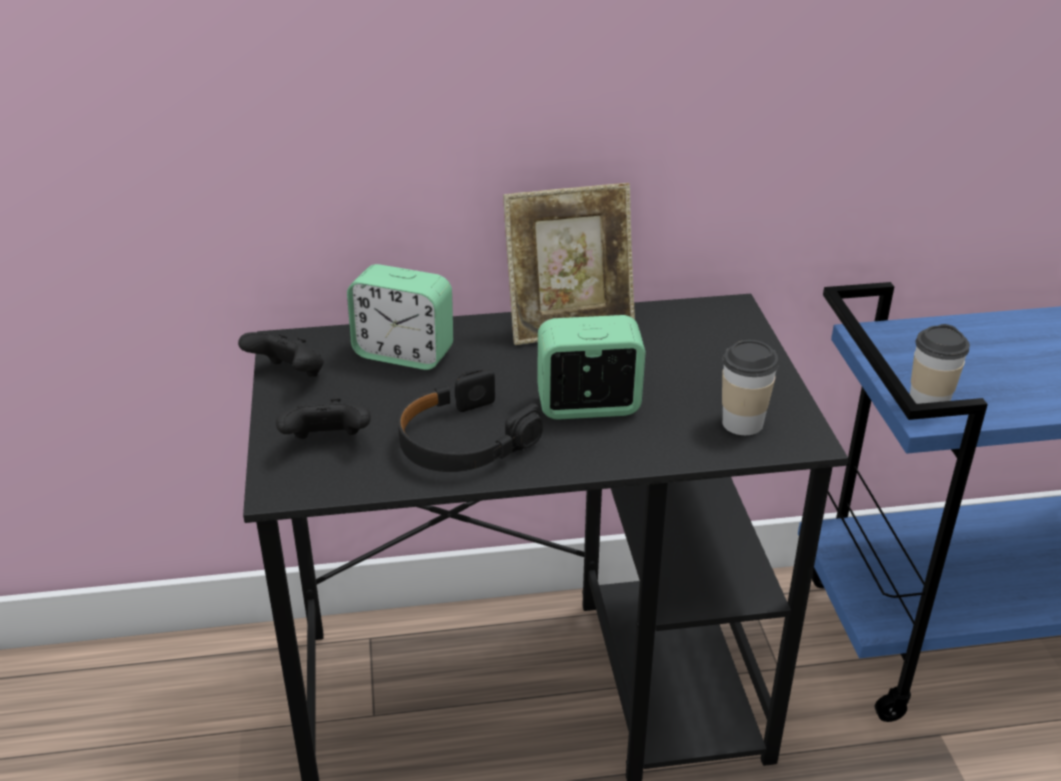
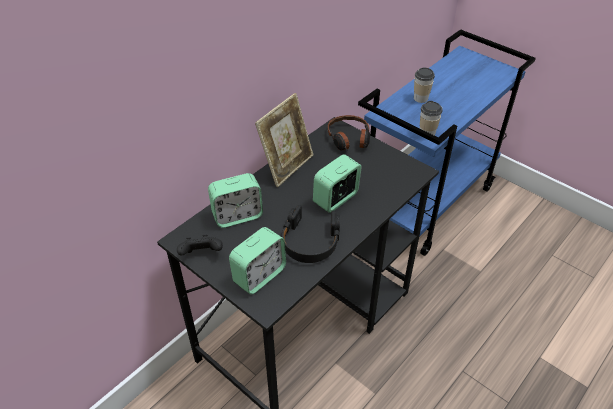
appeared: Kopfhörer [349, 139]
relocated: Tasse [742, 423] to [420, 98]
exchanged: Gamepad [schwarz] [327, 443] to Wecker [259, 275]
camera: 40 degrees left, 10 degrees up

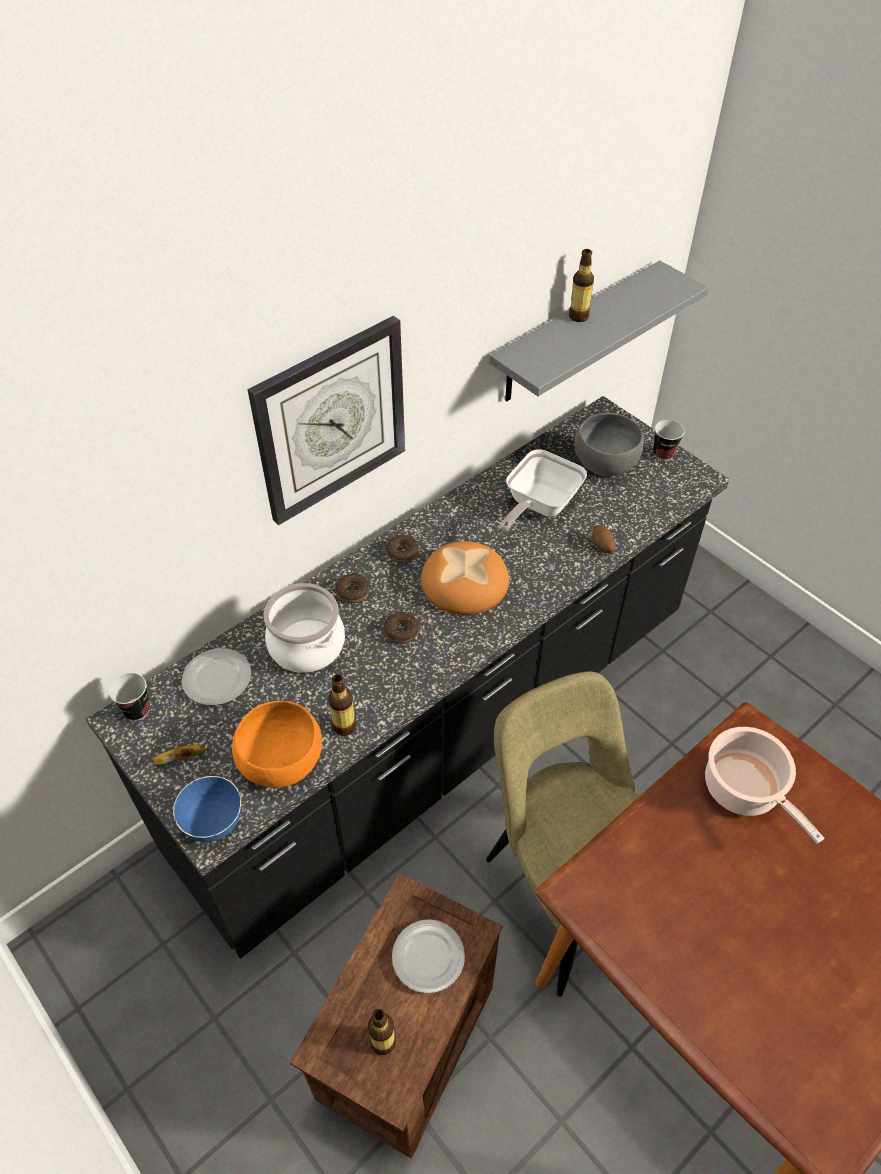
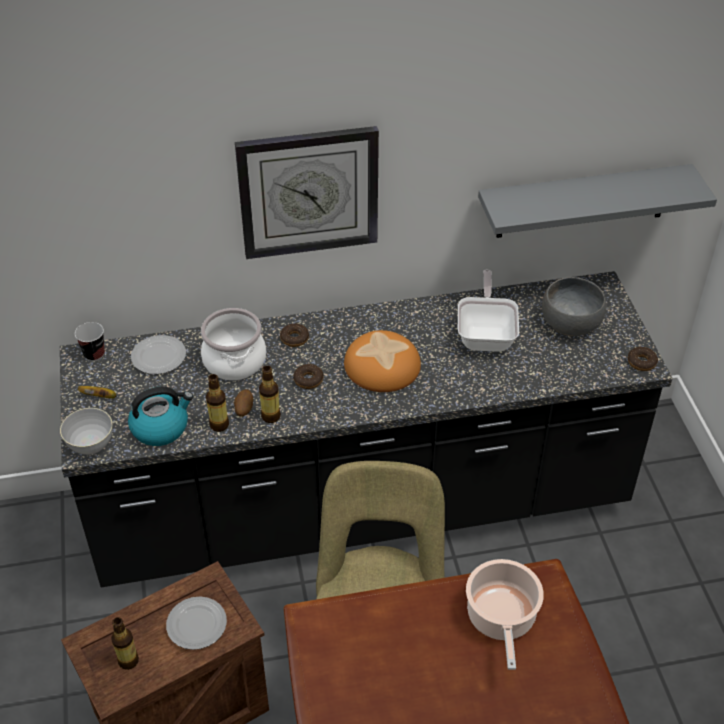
missing: Tasse [663, 454]
relocated: Flasche [578, 316] to [271, 416]; Kartoffel [602, 546] to [244, 409]; Donut [402, 552] to [641, 362]
exchanged: Schüssel [orange] [281, 761] to Wasserkessel [161, 427]
colour: Schüssel [blau] [214, 823] to Schüssel [grau] [91, 445]
spun: Pfanne [538, 506] = [486, 334] 120 degrees clockwise
camera: 30 degrees right, 5 degrees down

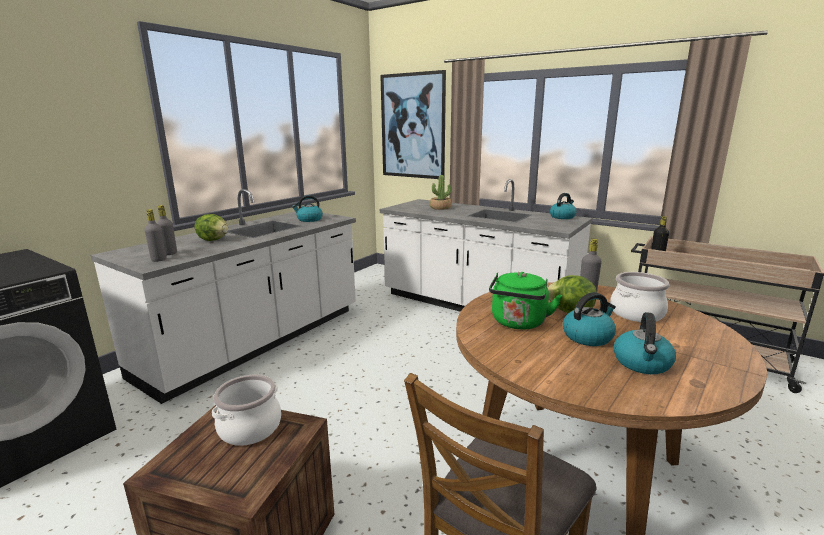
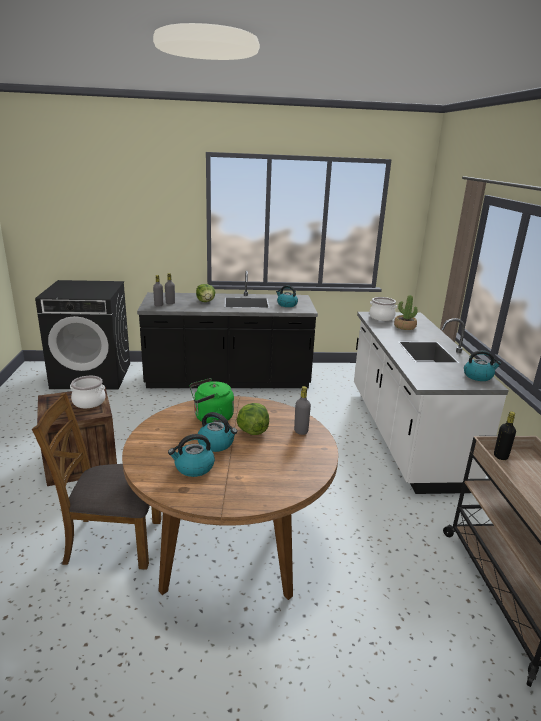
missing: Bild [412, 126]
relocated: Kochtopf [637, 314] to [381, 317]
colour: Küchenzeile [weiß] [257, 341] to Küchenzeile [schwarz] [228, 380]
camera: 50 degrees right, 5 degrees up

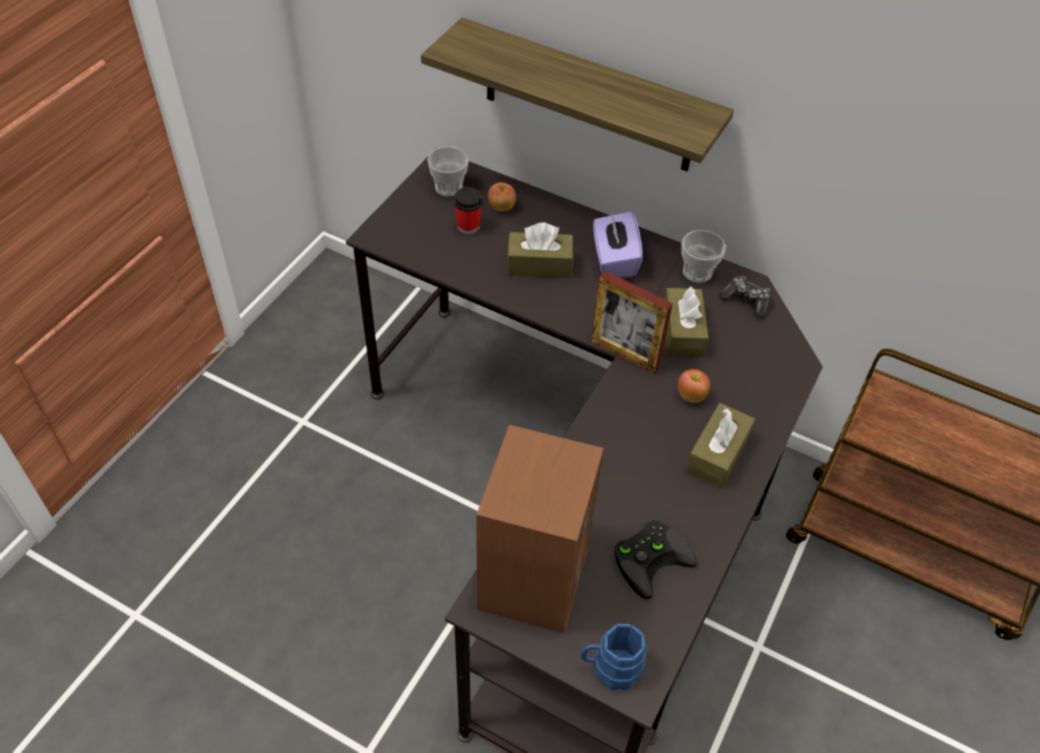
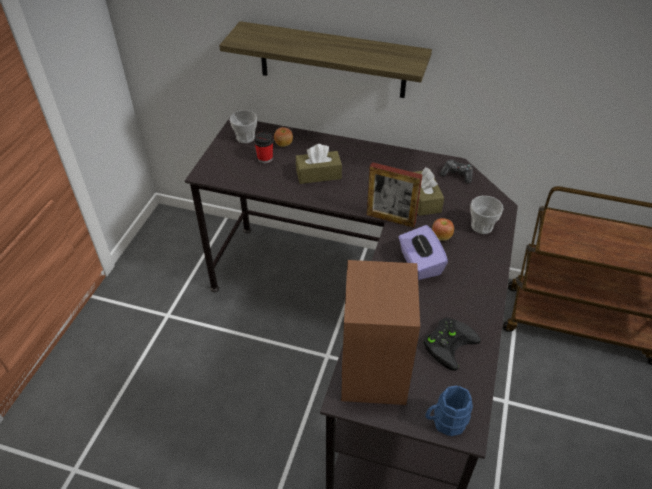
missing: Taschentuchbox [braun] [717, 454]
relocated: Taschentuchbox [lila] [614, 260] to [419, 264]; Tasse [697, 272] to [482, 226]
camera: 10 degrees left, 5 degrees down

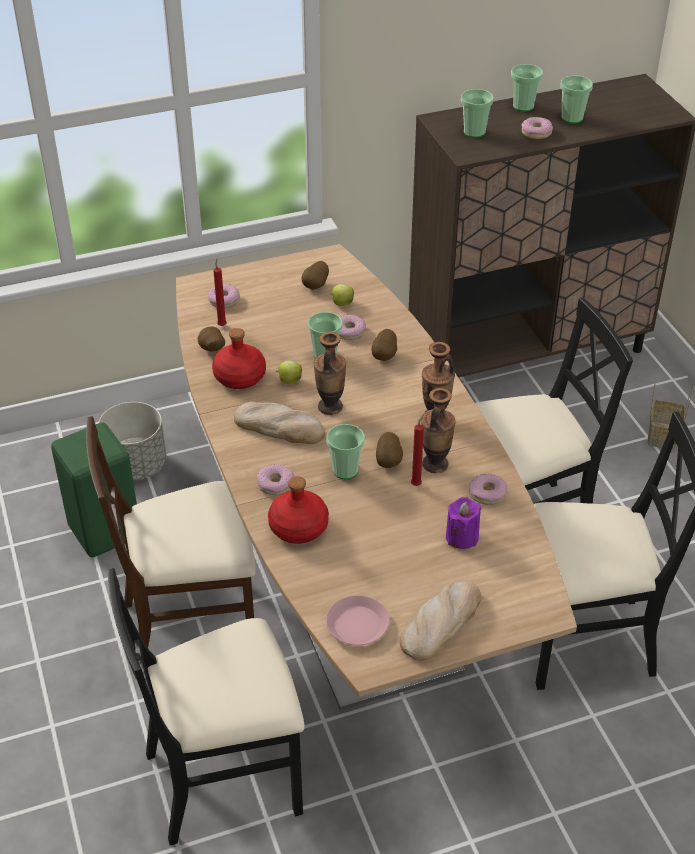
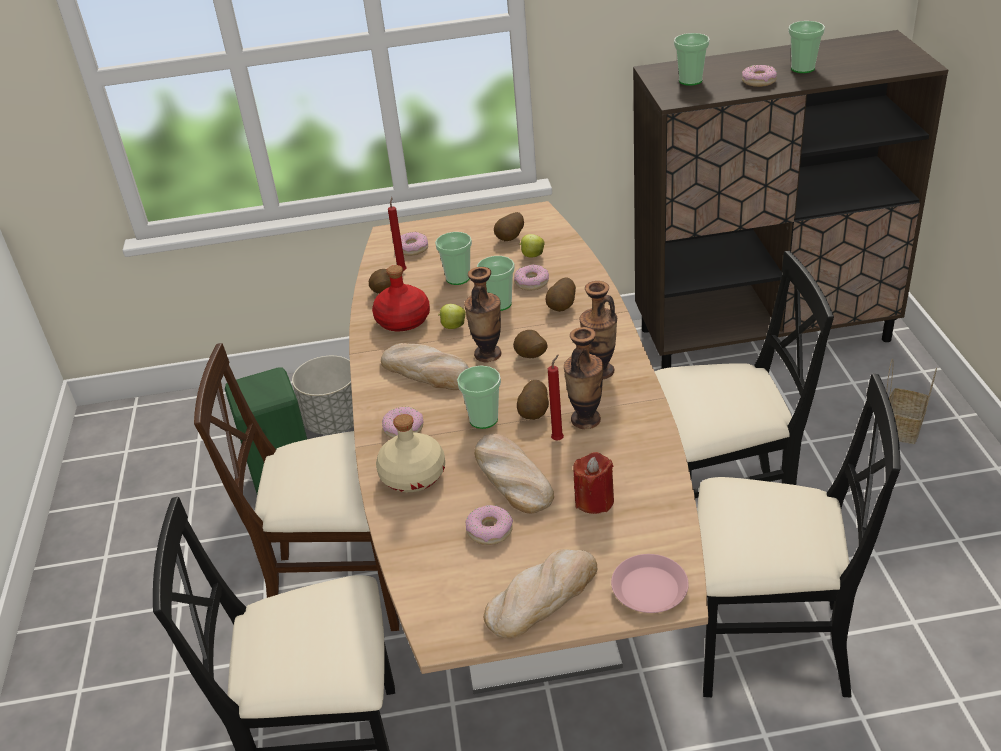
appeared: Kartoffel [530, 357]; Brot [511, 477]
relocated: Tasse [523, 106] to [458, 278]; Donut [487, 493] to [489, 530]; Teller [rosa] [357, 624] to [649, 588]
colour: Flasche [rot] [299, 527] to Flasche [beige] [414, 475]; Kerze [lila] [462, 537] to Kerze [rot] [594, 500]
camera: 15 degrees right, 5 degrees down

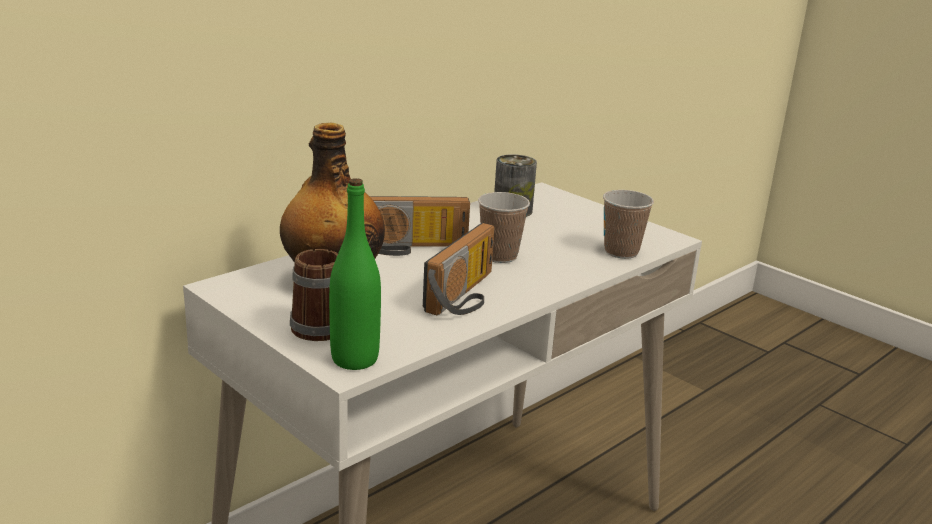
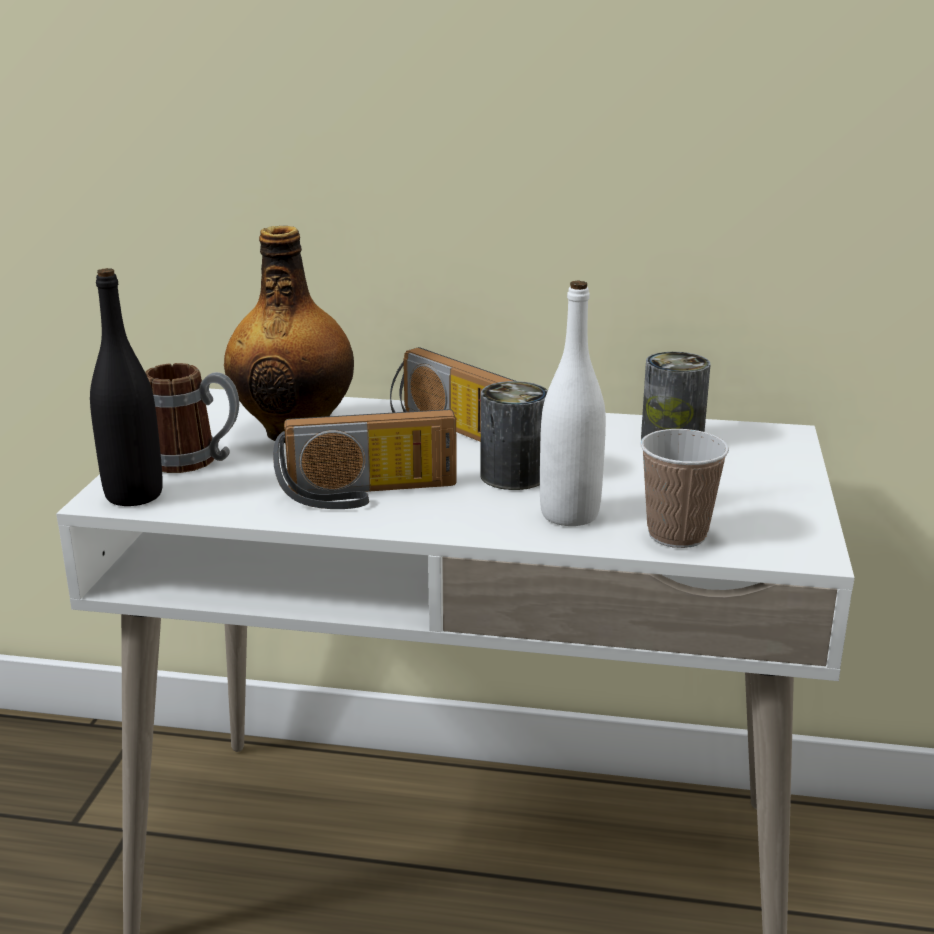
appeared: Flasche [weiß] [569, 514]
exchanged: Tasse [499, 256] to Dose [513, 475]
colour: Flasche [grün] [354, 359] to Flasche [schwarz] [134, 495]
camera: 55 degrees right, 0 degrees up

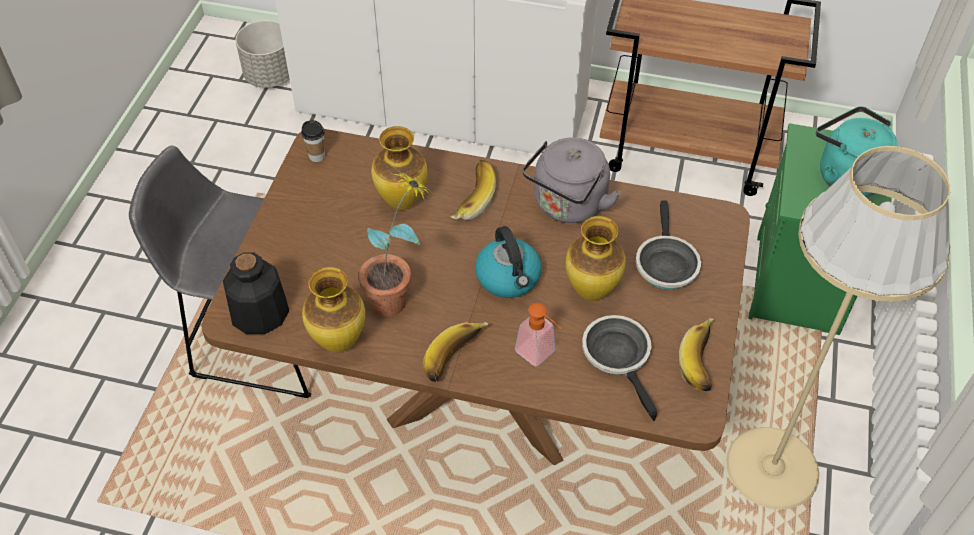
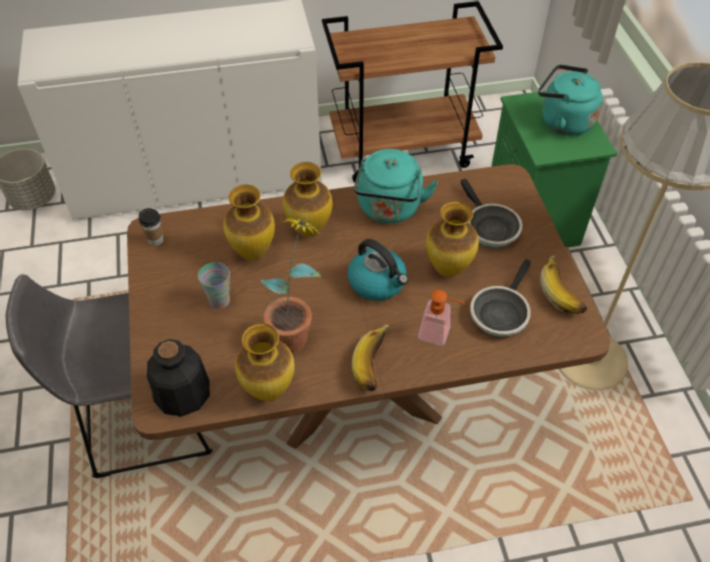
appeared: Tasse [219, 301]
exchanged: Banane [470, 198] to Vase [308, 230]
colour: Wasserkessel [grau] [567, 206] to Wasserkessel [türkis] [389, 209]
spun: Pfanne [619, 357] = [500, 312] 105 degrees counterclockwise
camera: 25 degrees left, 0 degrees up

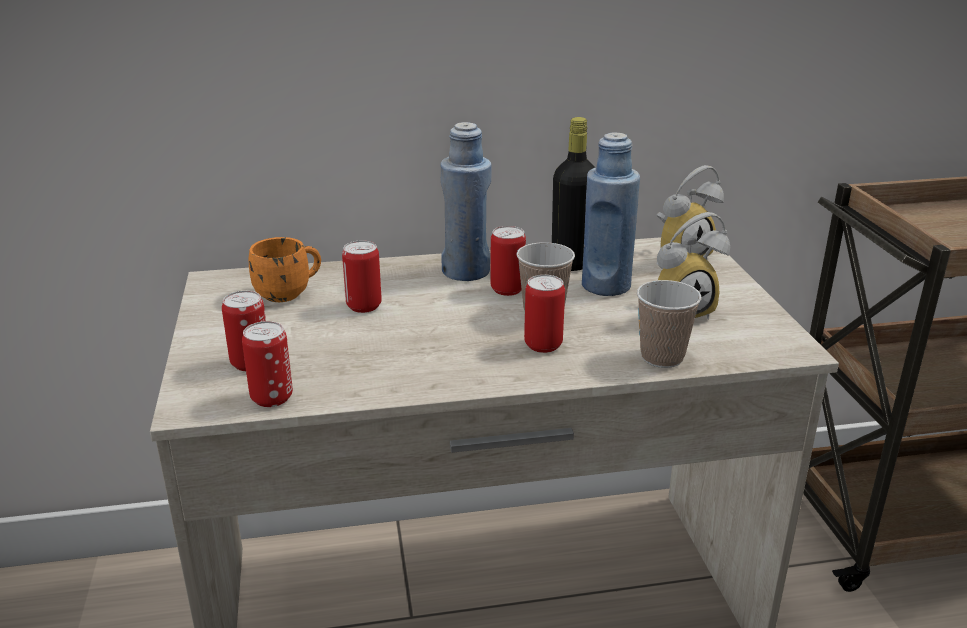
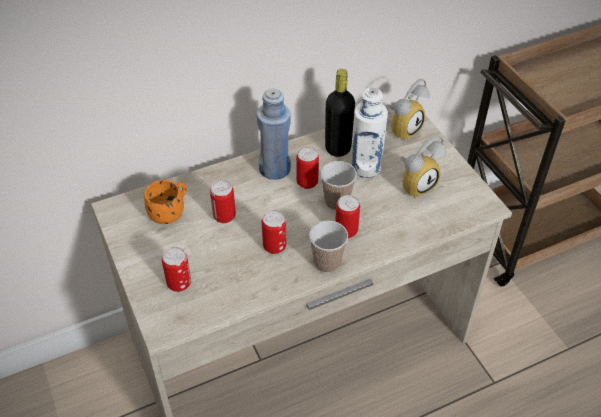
relocated: Tasse [662, 357] to [327, 263]; Dose [272, 398] to [274, 246]
colour: Flasche [blau] [606, 286] to Flasche [weiß] [366, 167]
camera: 15 degrees left, 20 degrees up

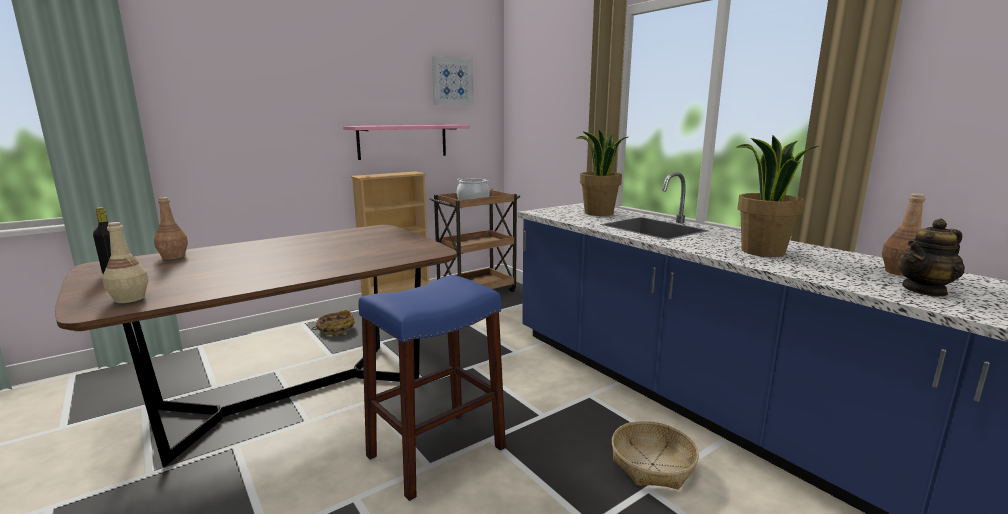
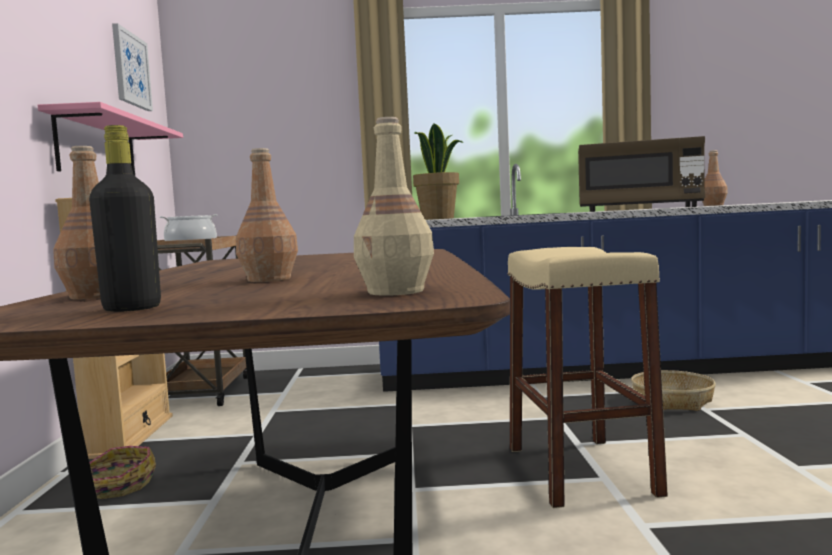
missing: Teekanne [924, 290]
appeared: Flasche [braun] [269, 279]
exchanged: Topfpflanze [762, 252] to Mikrowelle [braun] [638, 209]
colour: Hocker [blau] [436, 452] to Hocker [beige] [580, 471]
camera: 55 degrees left, 10 degrees down

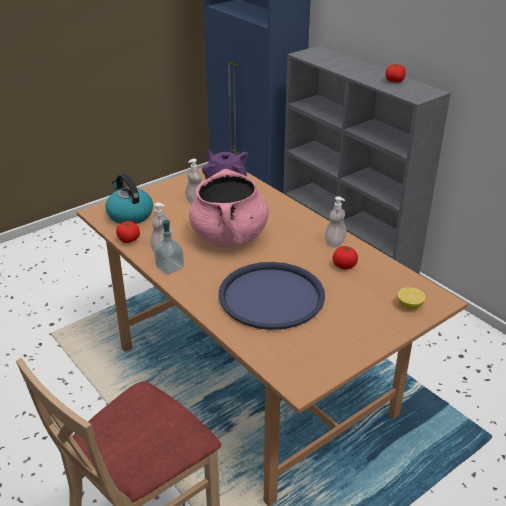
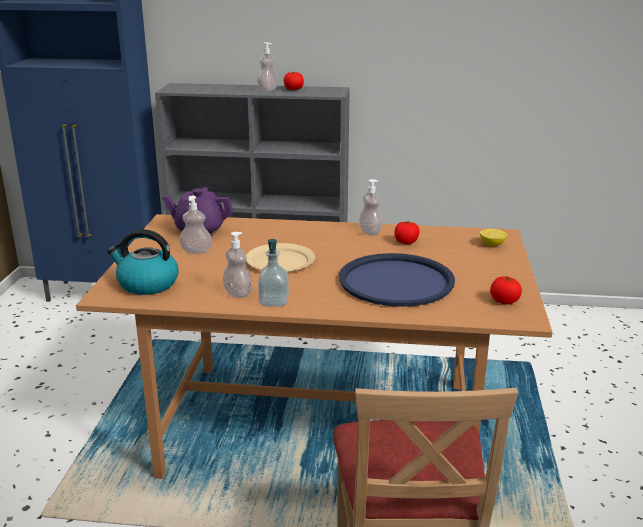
appeared: Seifenspender [267, 90]
relocated: Tomate [128, 240] to [504, 301]
exchanged: Kochtopf [rosa] [229, 237] to Teller [beige] [281, 261]
camera: 45 degrees left, 10 degrees down

